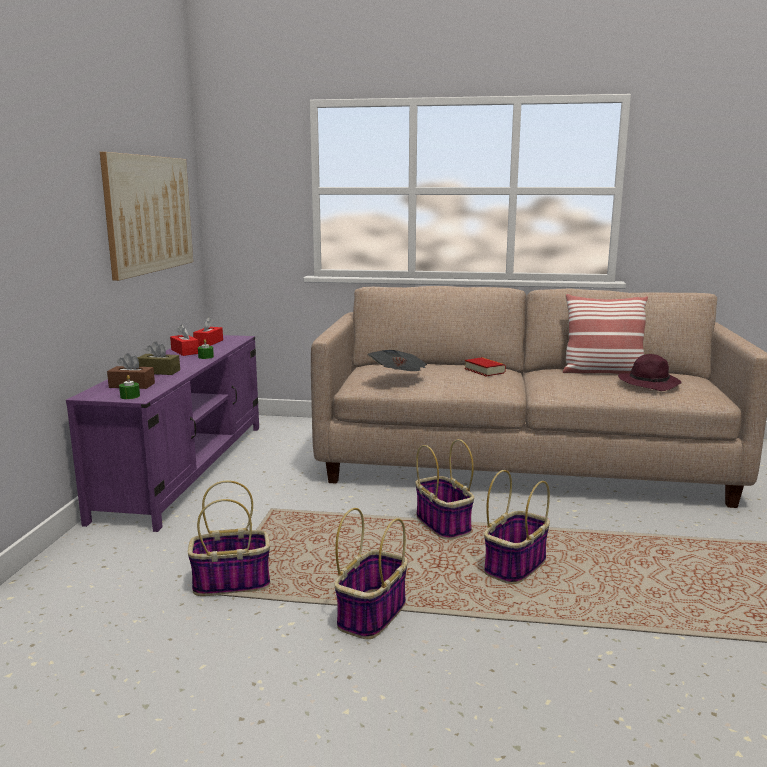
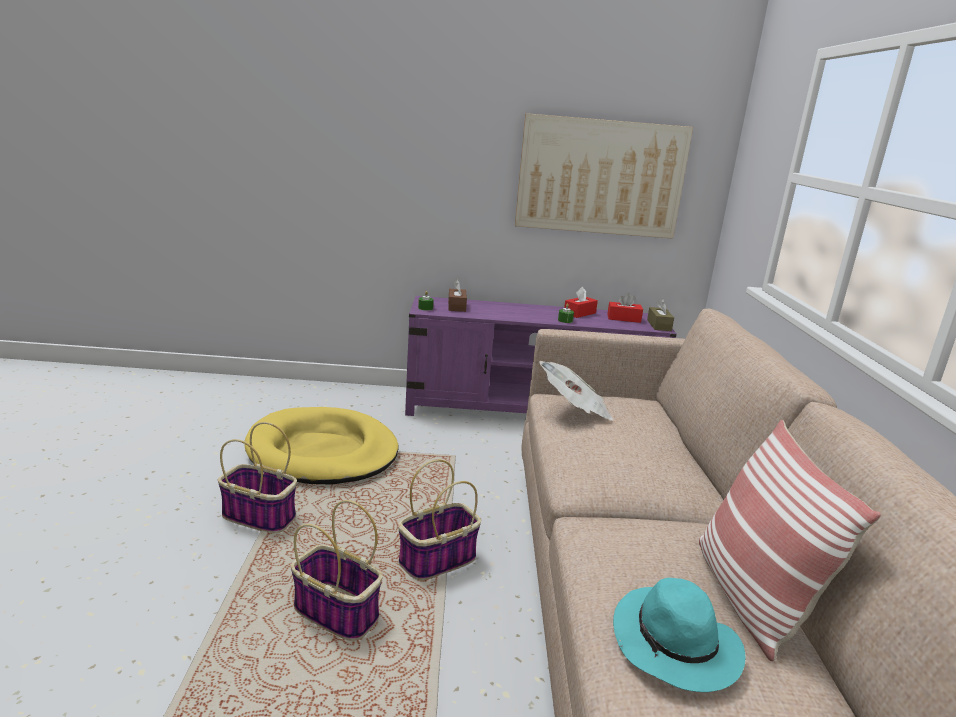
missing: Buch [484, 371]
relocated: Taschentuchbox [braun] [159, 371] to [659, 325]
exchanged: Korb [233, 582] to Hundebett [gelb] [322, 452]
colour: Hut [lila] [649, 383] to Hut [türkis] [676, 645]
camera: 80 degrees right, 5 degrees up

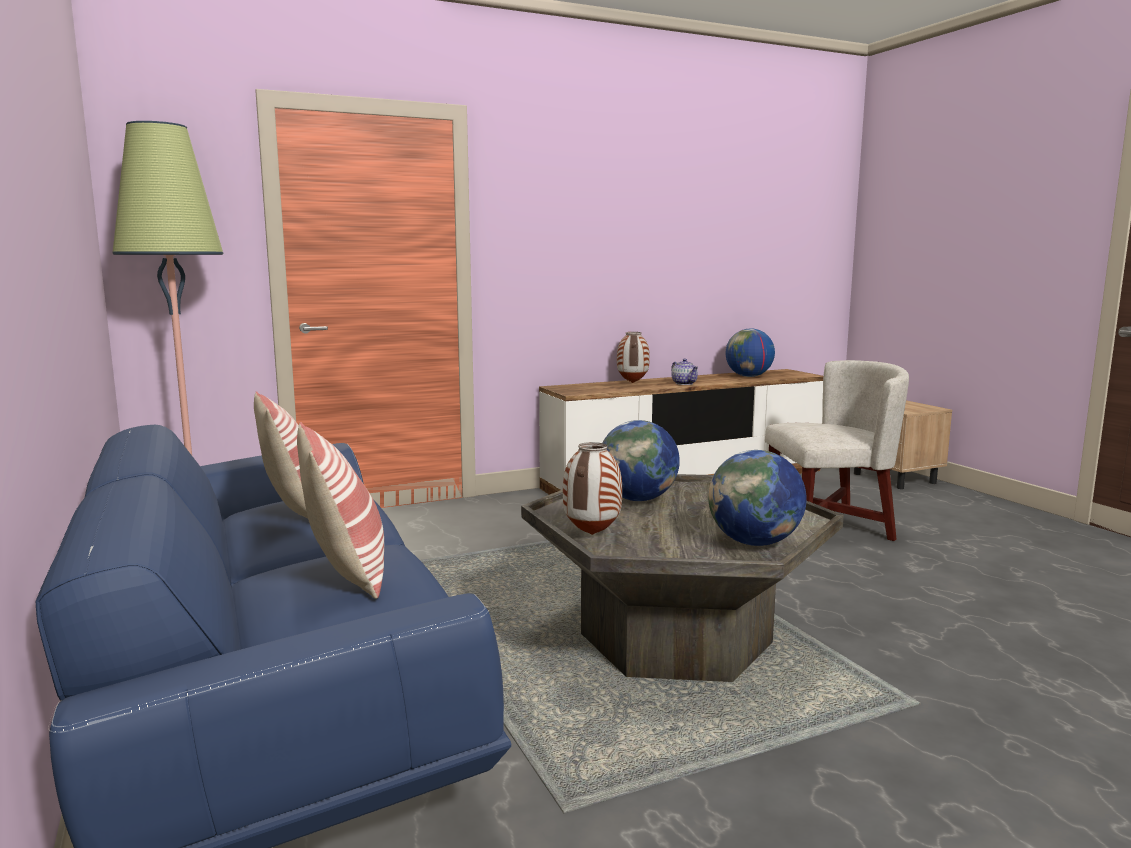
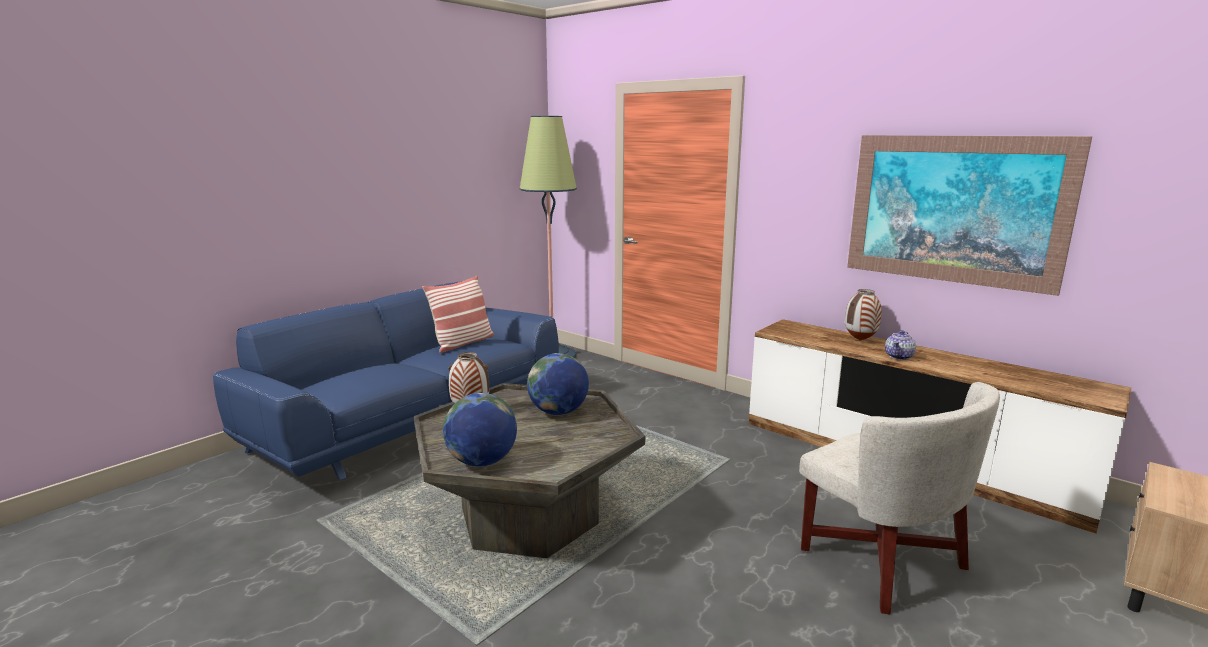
missing: Globus [748, 376]; Kissen [346, 572]
appeared: Bild [954, 210]
camera: 65 degrees right, 5 degrees up

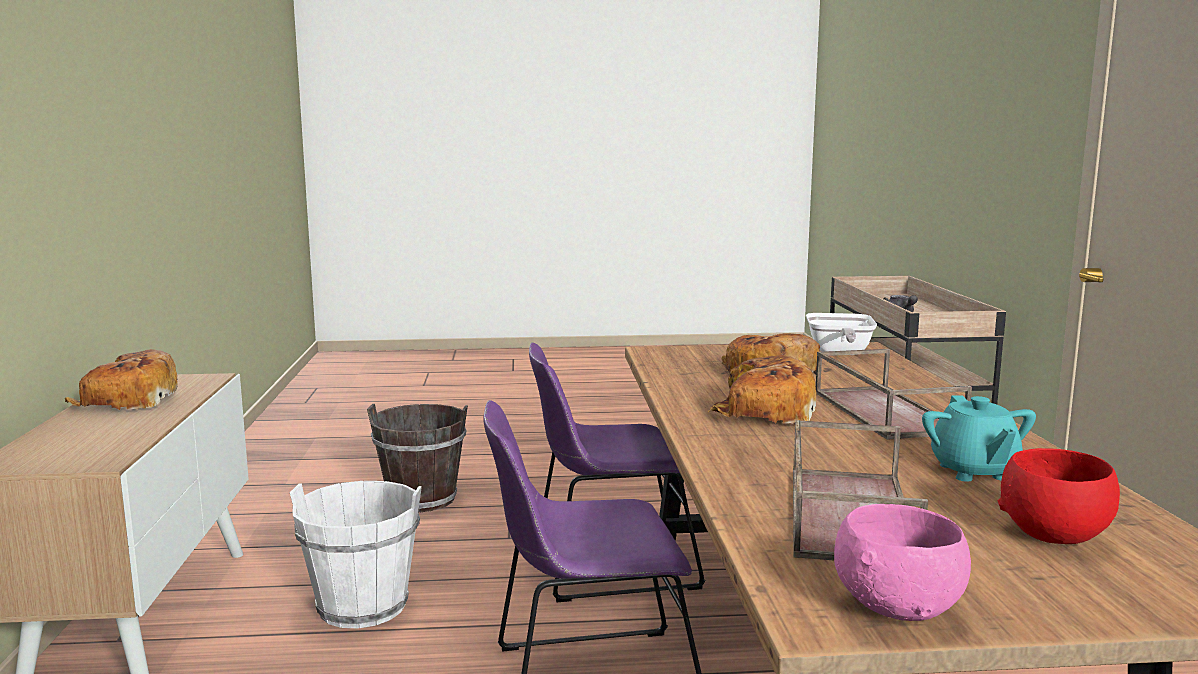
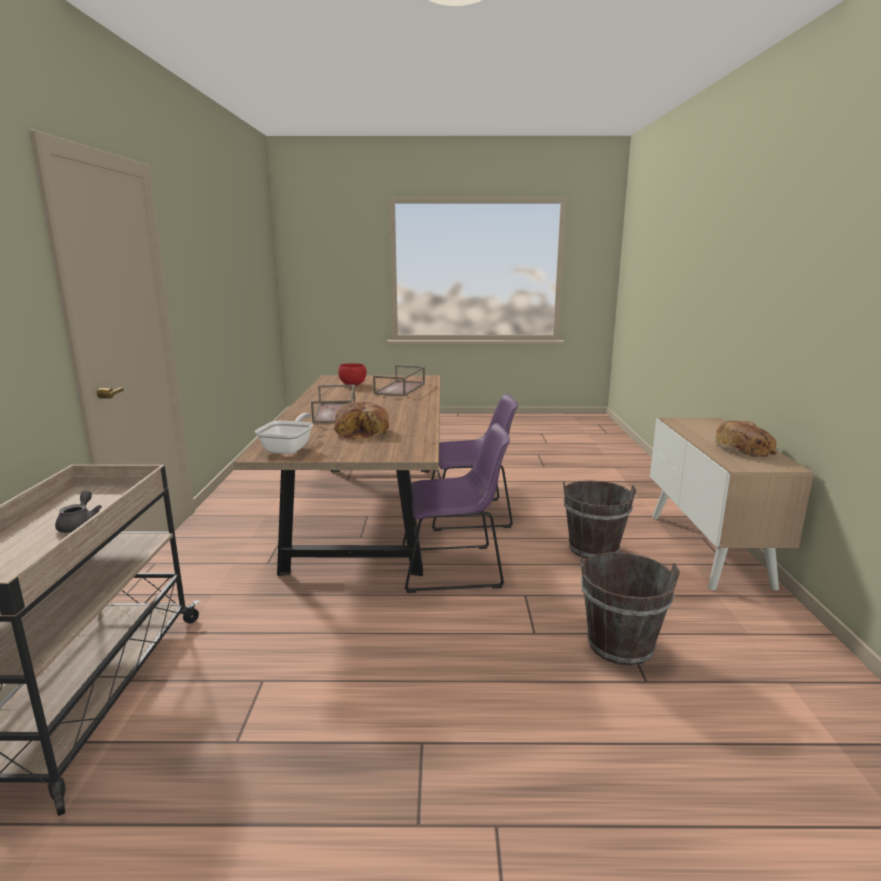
missing: Brot [761, 412]; Teekanne [türkis] [974, 471]; Schüssel [rosa] [899, 607]
colour: Eimer [weiß] [362, 607] to Eimer [braun] [593, 549]
camera: 175 degrees left, 5 degrees up

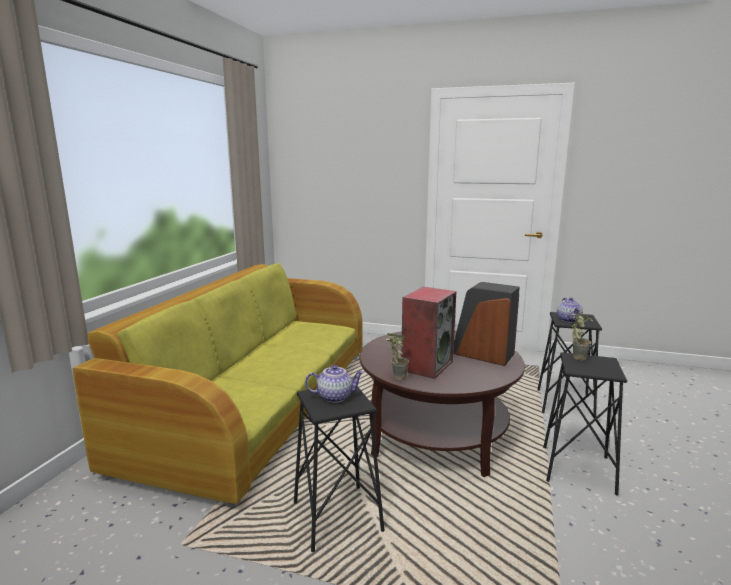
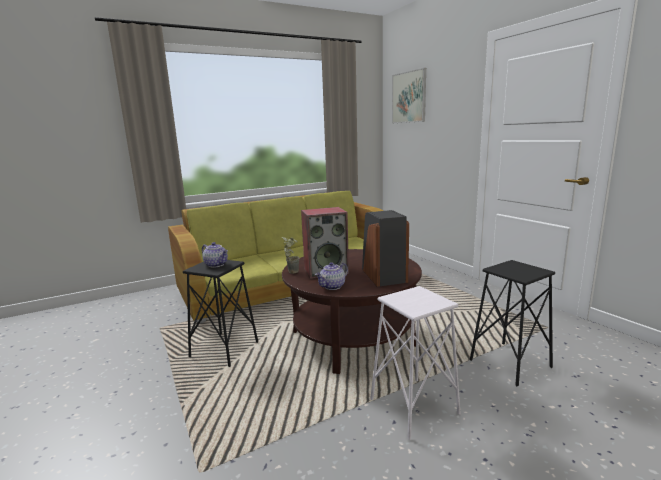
missing: Topfpflanze [576, 356]
appeared: Bild [409, 97]
relocated: Teekanne [569, 320] to [332, 287]
colour: Hocker [schwarz] [578, 470] to Hocker [weiß] [413, 407]
camera: 45 degrees right, 0 degrees up

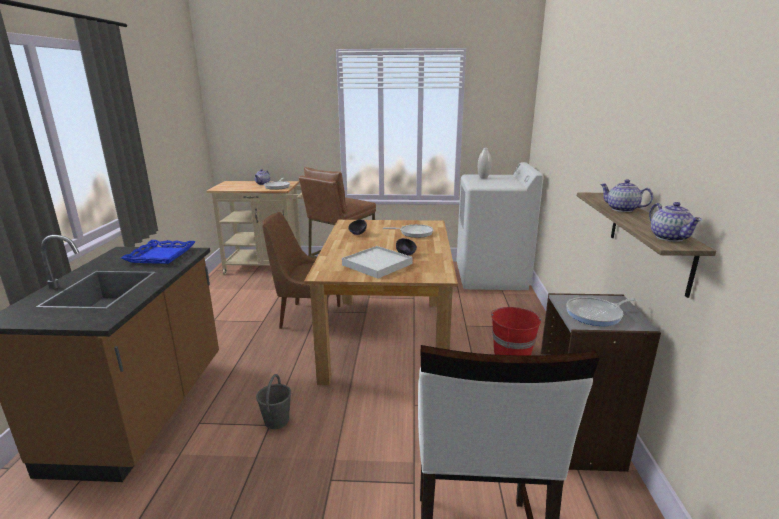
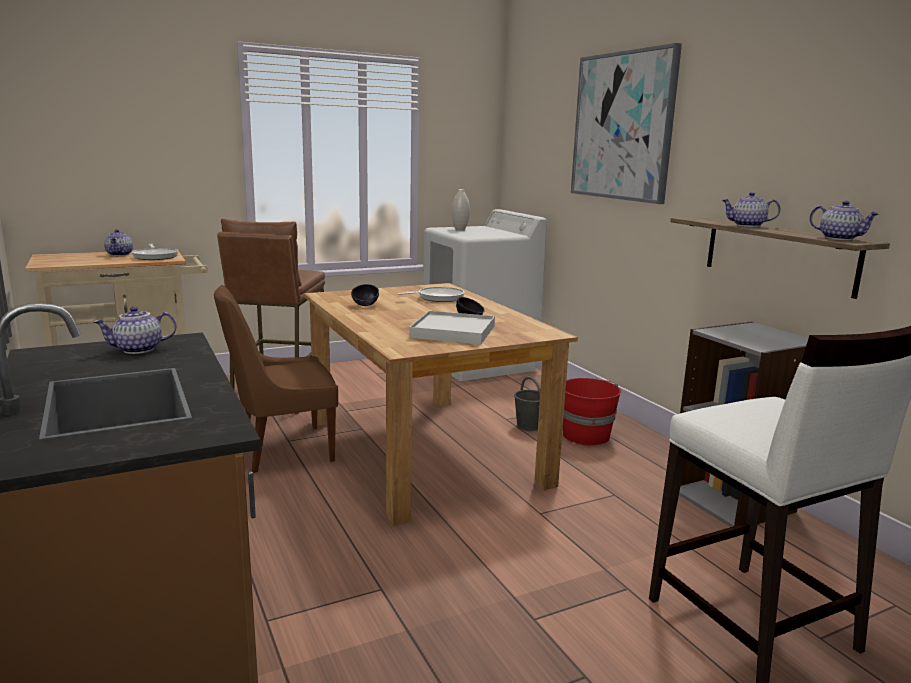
missing: Pfanne [596, 314]
appeared: Bild [622, 126]
relocated: Eimer [grau] [277, 420] to [528, 425]
exchanged: Tablett [blau] [161, 256] to Teekanne [138, 350]
camera: 30 degrees left, 5 degrees down

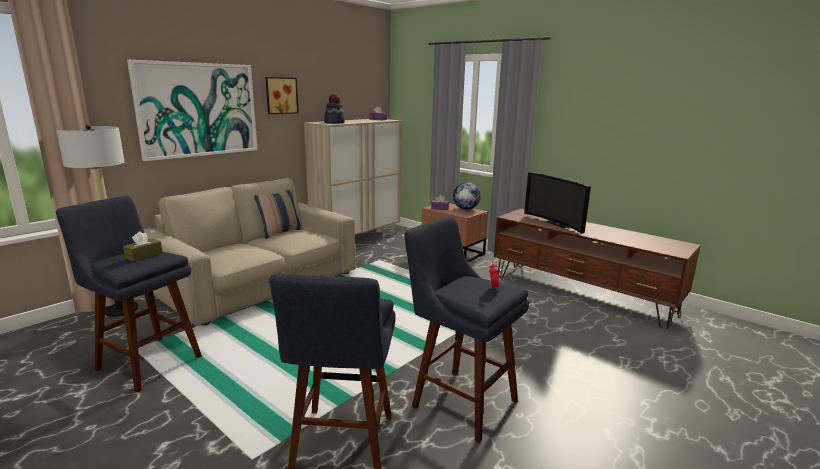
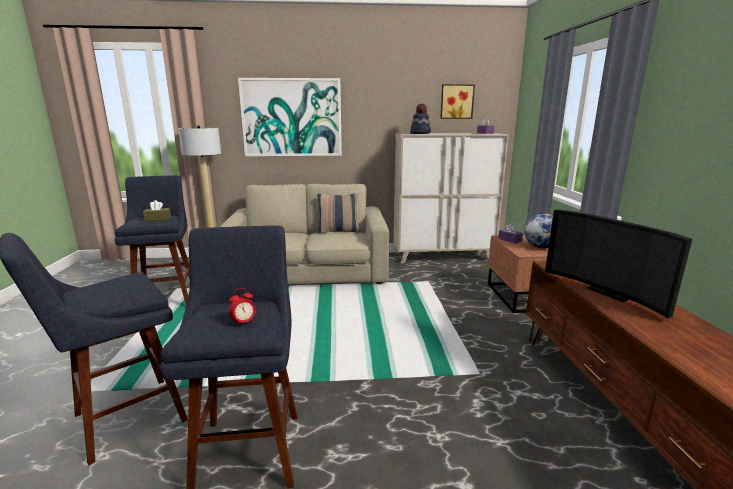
relocated: Bild [281, 95] to [456, 101]
spun: Fernseher [559, 224] = [609, 292] 45 degrees counterclockwise
camera: 45 degrees right, 0 degrees up

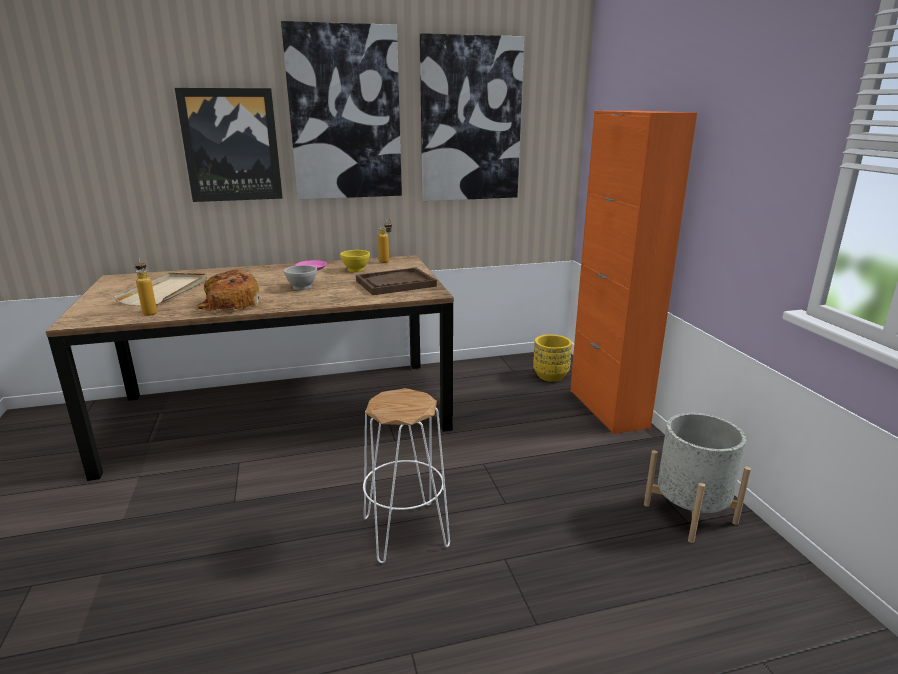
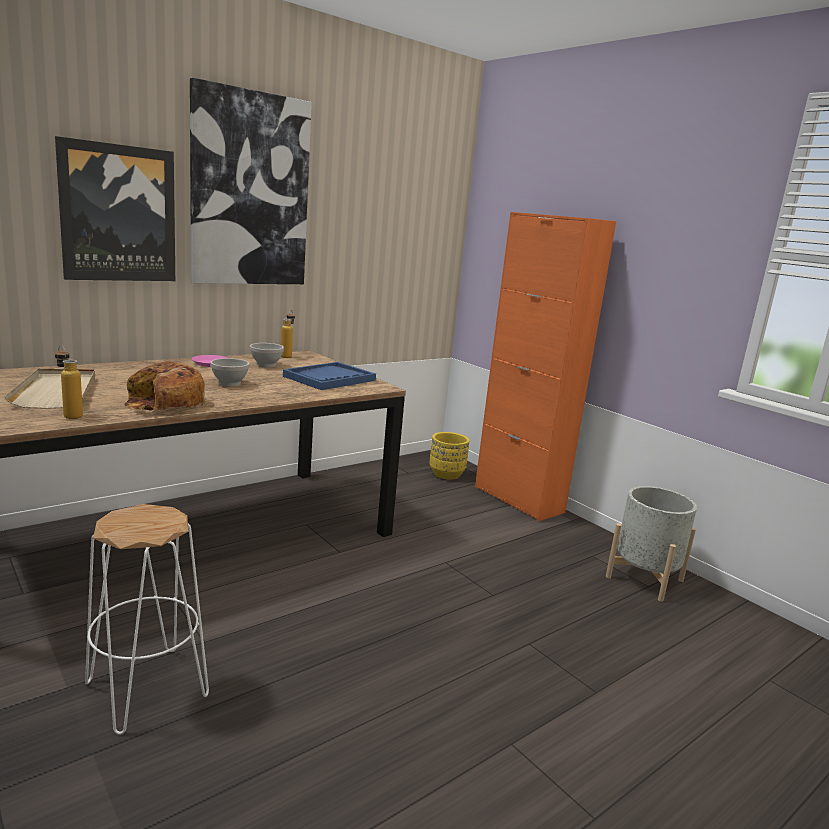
missing: Bild [470, 120]
relocated: Hocker [weiß] [405, 532] to [146, 689]
colour: Schüssel [gelb] [355, 270] to Schüssel [weiß] [266, 365]; Tablett [braun] [395, 283] to Tablett [blau] [329, 378]
camera: 25 degrees left, 5 degrees down

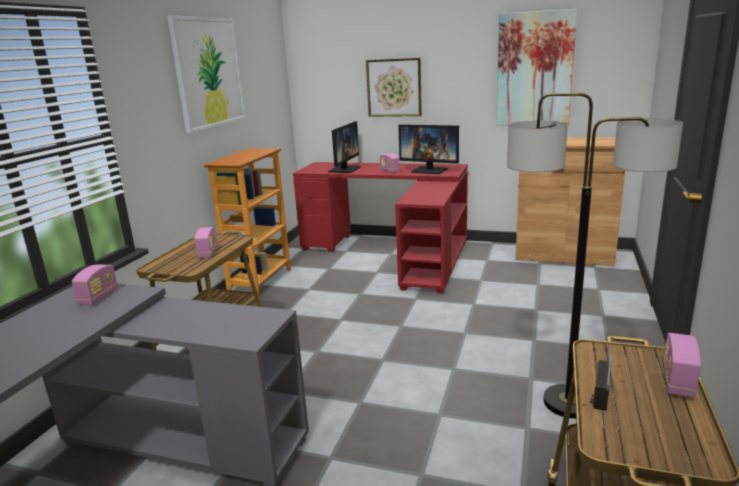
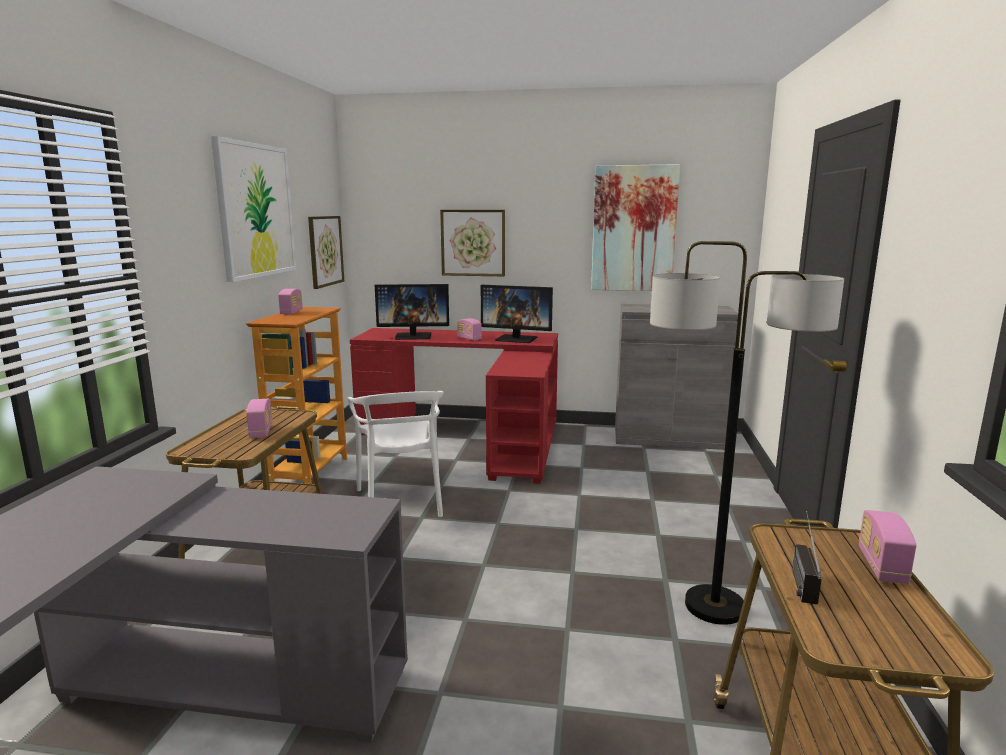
appeared: Bild [325, 251]; Stuhl [weiß] [402, 501]
relocated: Radio [99, 297] to [291, 312]
colour: Schrank [braun] [563, 254] to Schrank [grau] [668, 437]
spun: Monitor [344, 169] = [413, 336] 75 degrees clockwise
camera: 10 degrees left, 5 degrees down

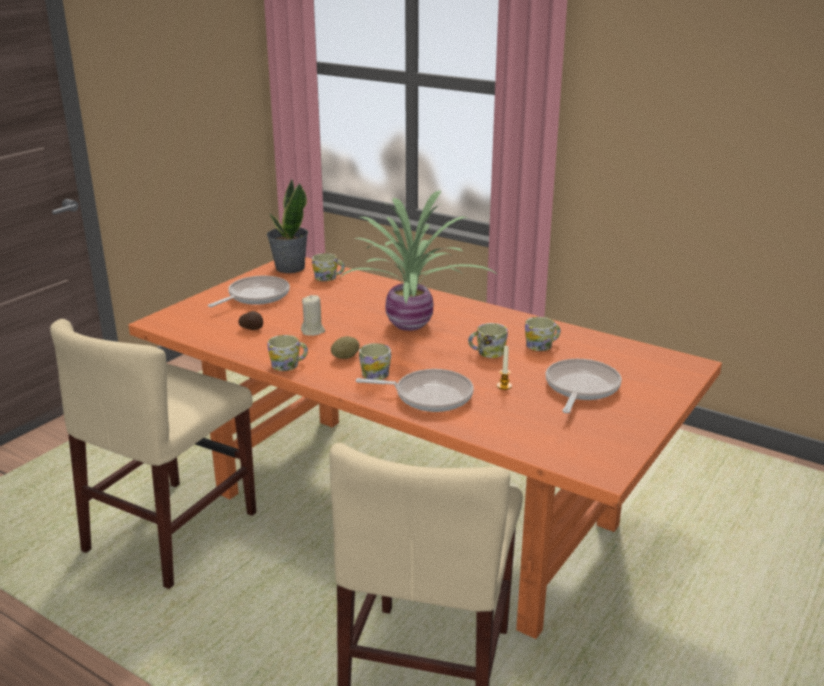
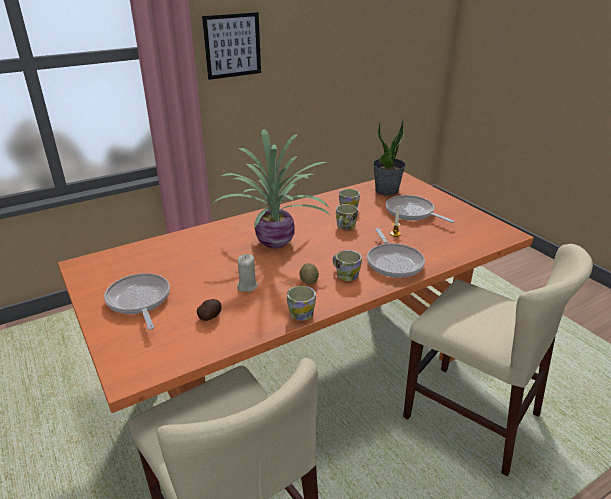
missing: Henkelbecher [328, 277]
appeared: Bild [232, 45]
relocated: Topfpflanze [289, 268] to [387, 190]
spun: Pfanne [429, 396] = [393, 262] 135 degrees clockwise
camera: 65 degrees left, 5 degrees up

